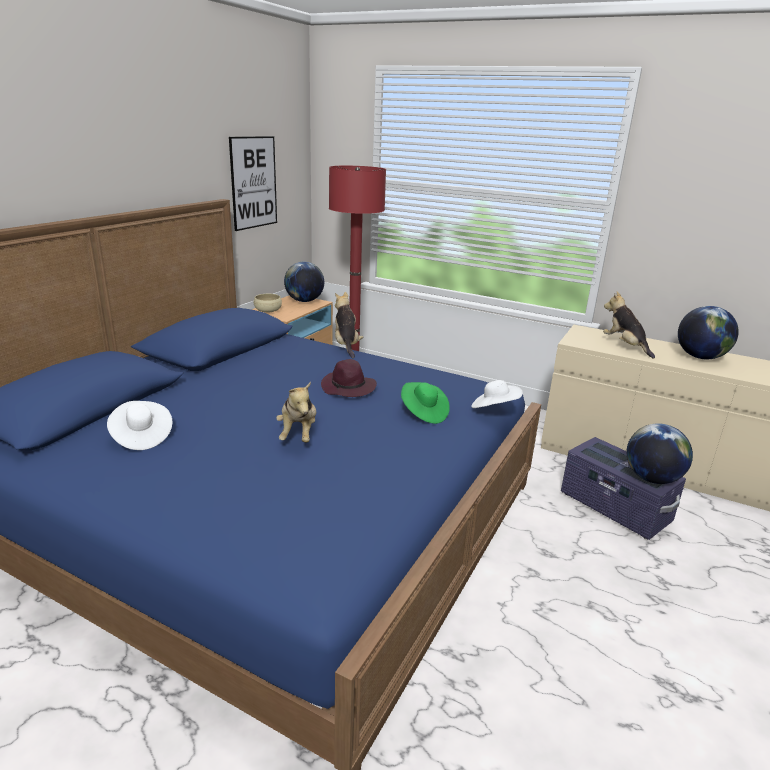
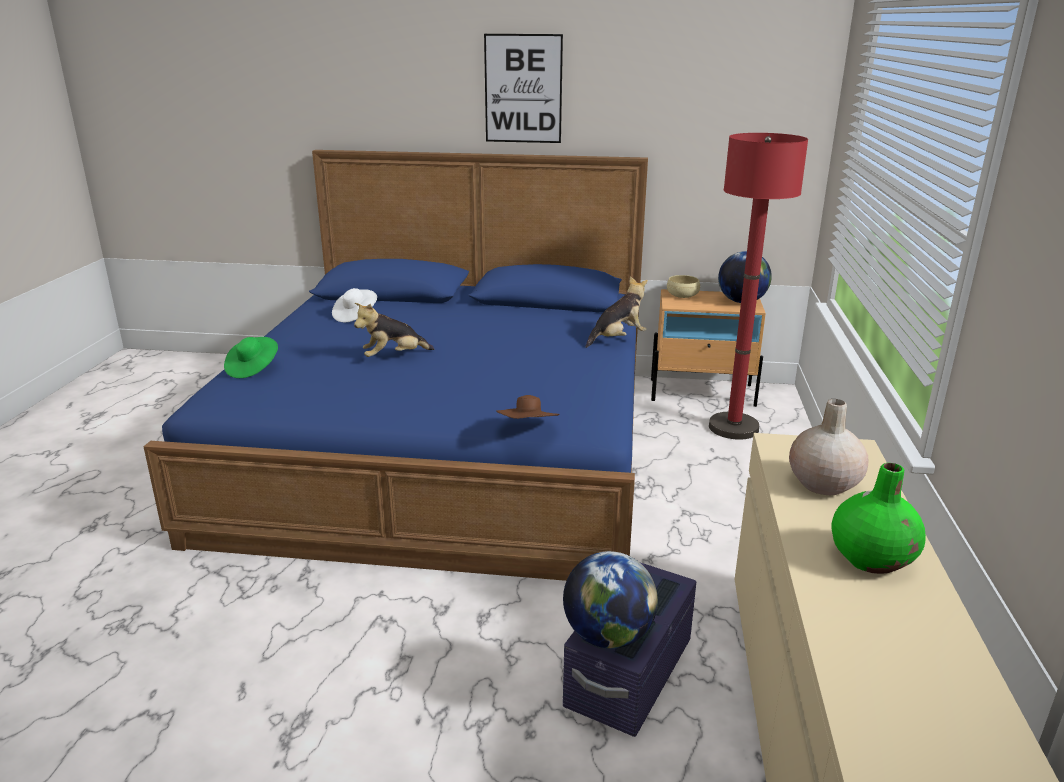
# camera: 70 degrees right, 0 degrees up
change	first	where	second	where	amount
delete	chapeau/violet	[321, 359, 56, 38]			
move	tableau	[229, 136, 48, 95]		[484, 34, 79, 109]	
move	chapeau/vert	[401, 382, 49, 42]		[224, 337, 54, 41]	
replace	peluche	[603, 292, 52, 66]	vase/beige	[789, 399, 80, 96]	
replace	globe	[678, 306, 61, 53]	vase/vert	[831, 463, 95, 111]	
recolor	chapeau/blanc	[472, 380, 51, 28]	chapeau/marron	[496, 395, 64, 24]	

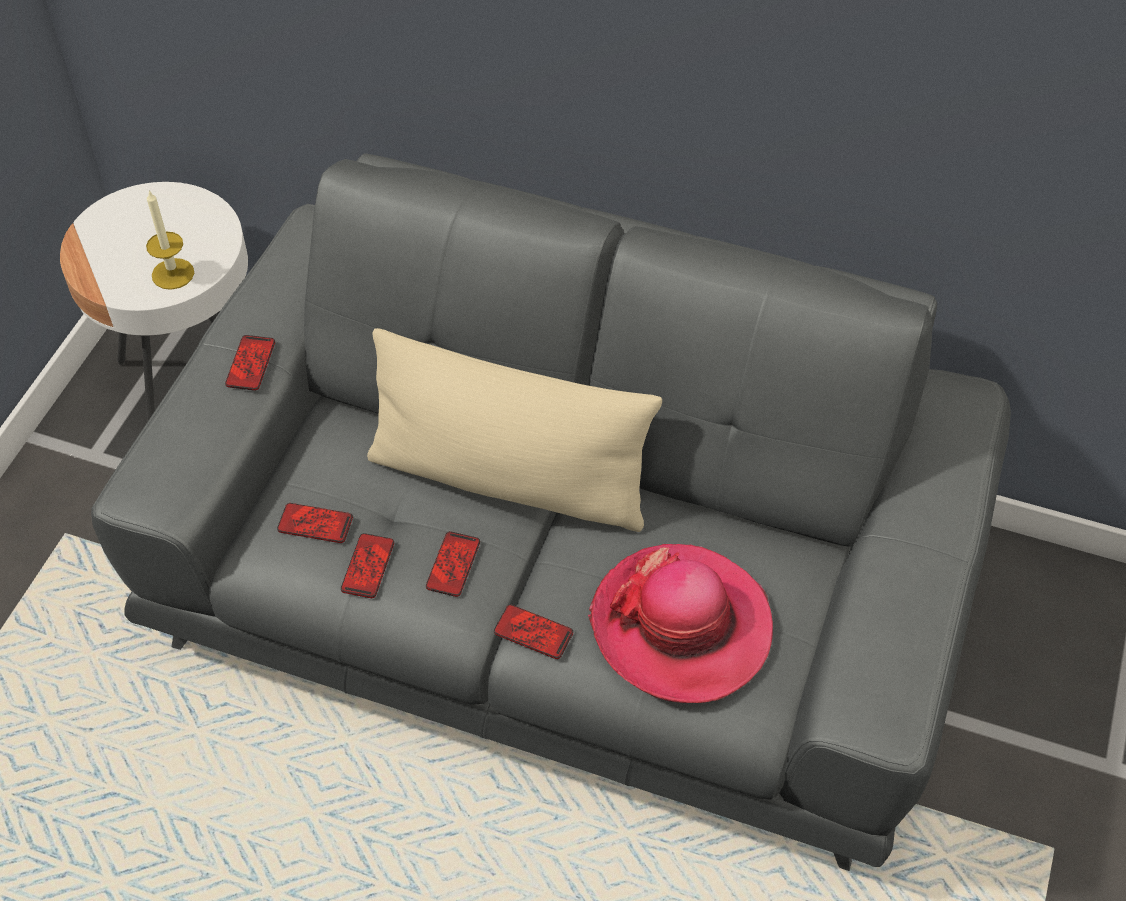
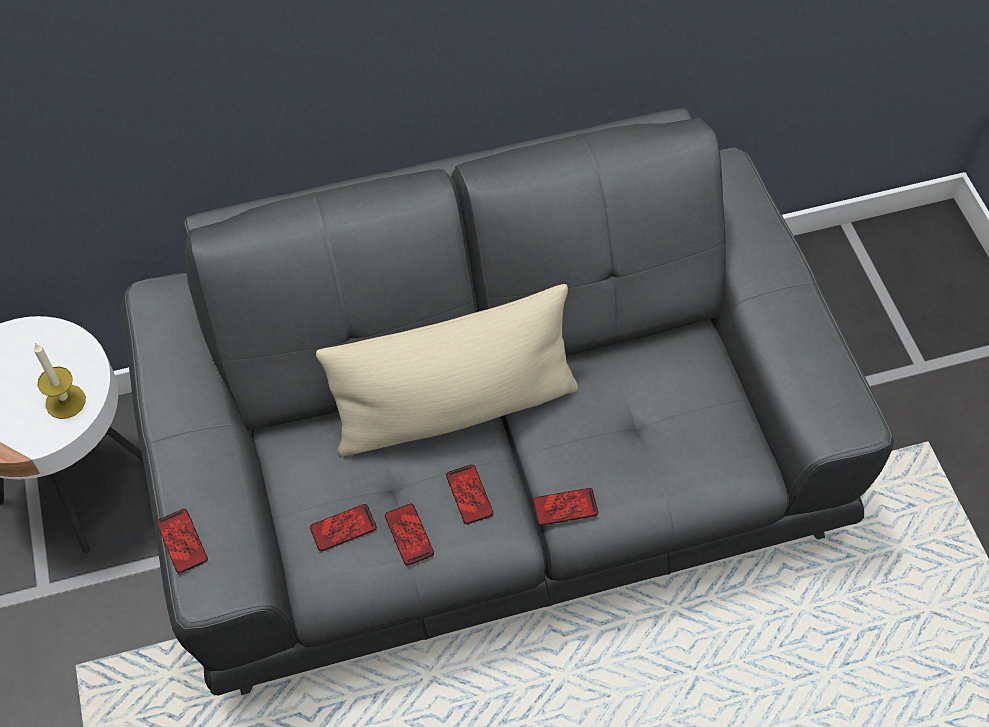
# camera: 35 degrees left, 5 degrees up
change	first	where	second	where	amount
delete	chapeau	[588, 544, 185, 159]			
move	téléphone	[225, 335, 50, 56]		[156, 509, 52, 64]	

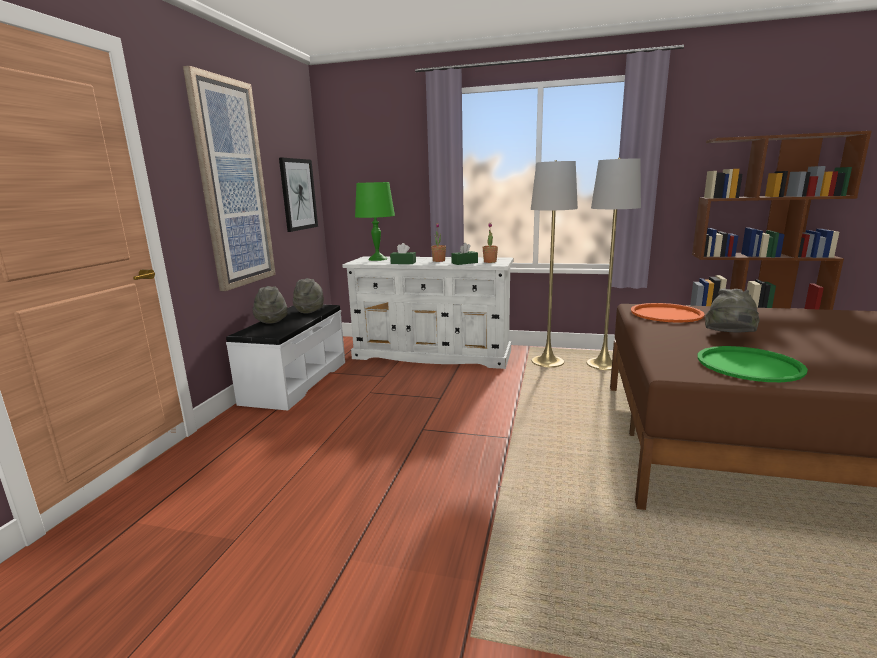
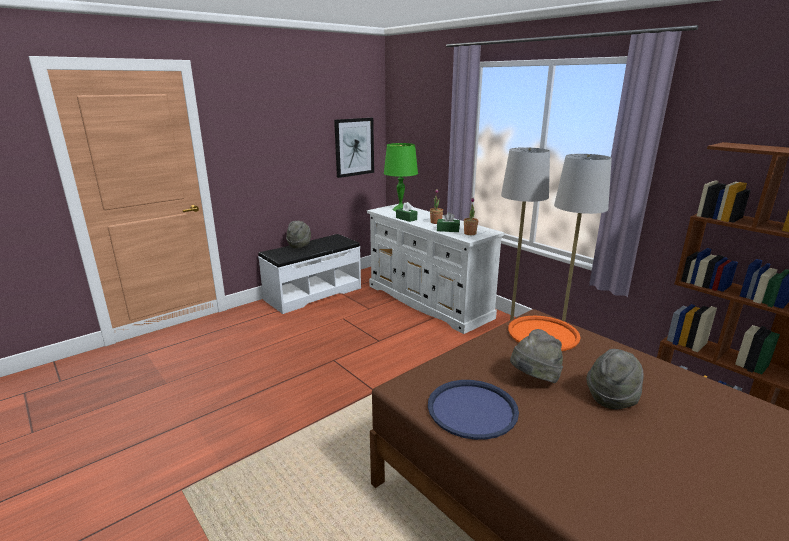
# camera: 35 degrees right, 5 degrees up
change	first	where	second	where	amount
delete	tableau	[183, 66, 93, 225]			
move	chapeau/gris	[293, 278, 31, 35]		[587, 349, 56, 60]	
recolor	plateau/vert	[698, 346, 110, 36]	plateau/bleu	[428, 380, 91, 60]	

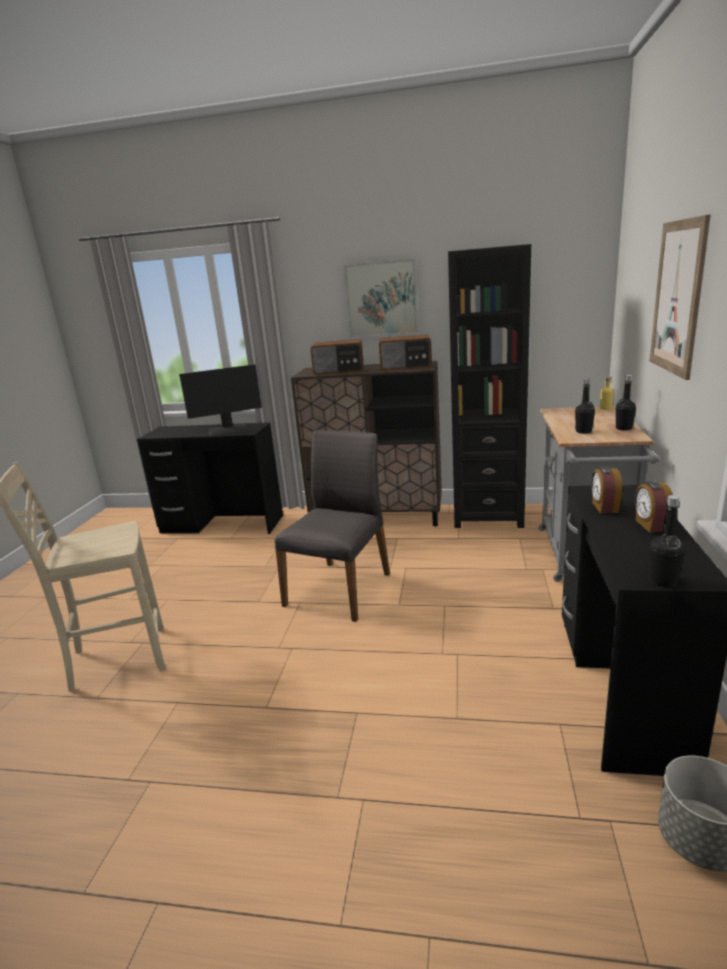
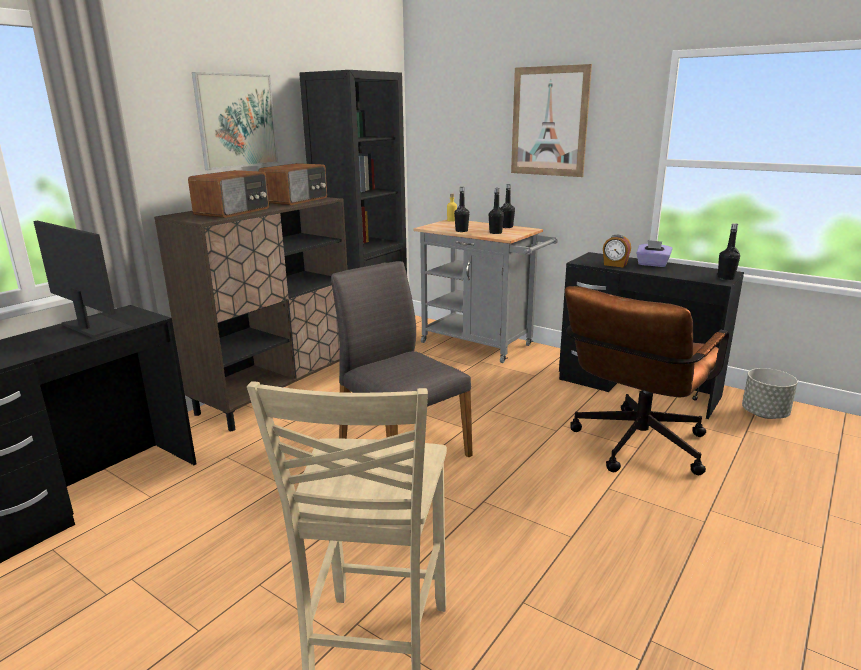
# camera: 65 degrees left, 0 degrees up
change	first	where	second	where	amount
insert			bouteille/noir	[454, 187, 15, 45]	
insert			chaise de bureau/marron	[565, 286, 164, 189]	
replace	réveil	[635, 481, 38, 52]	boîte à mouchoirs/violet	[636, 240, 36, 27]	
rotate	écran d'ordinateur	[179, 364, 83, 72]		[33, 221, 100, 117]	60 degrees counterclockwise

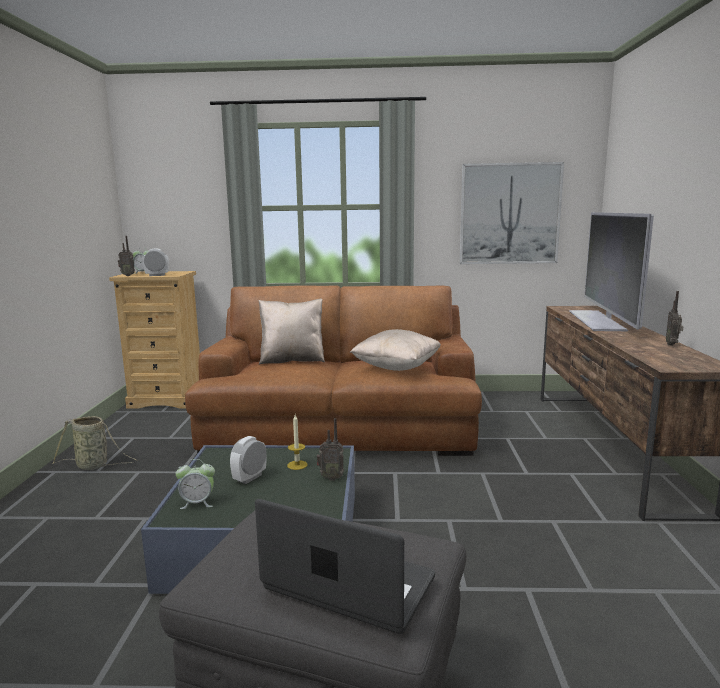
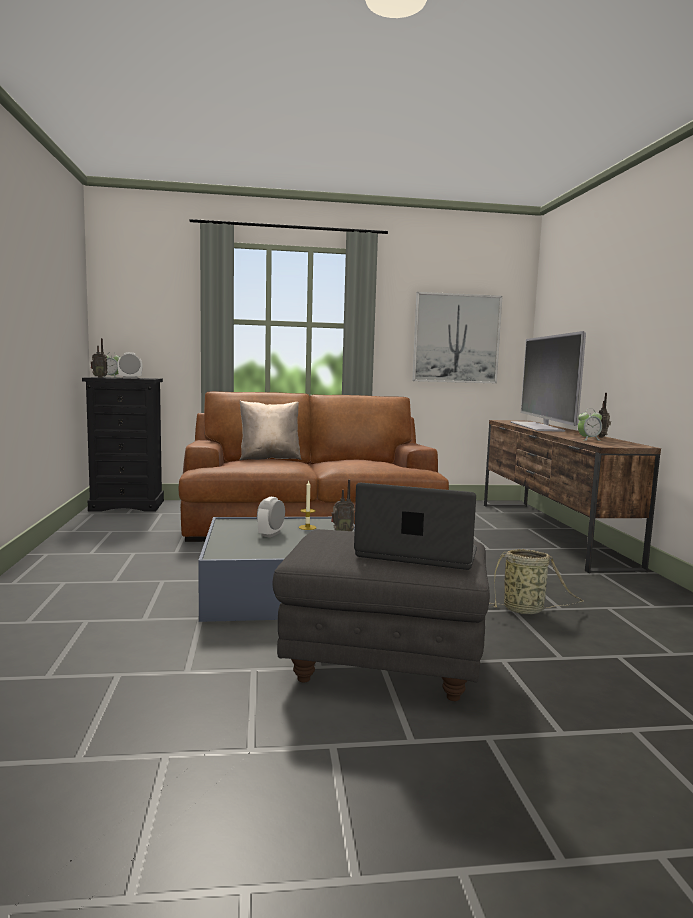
# camera: 10 degrees left, 5 degrees down
change	first	where	second	where	amount
delete	coussin/beige	[350, 329, 91, 42]			
move	panier	[52, 416, 86, 54]		[489, 549, 94, 65]	
move	réveil	[176, 459, 39, 50]		[578, 409, 24, 31]	
recolor	commode/beige	[109, 271, 91, 137]	commode/noir	[82, 377, 82, 135]	

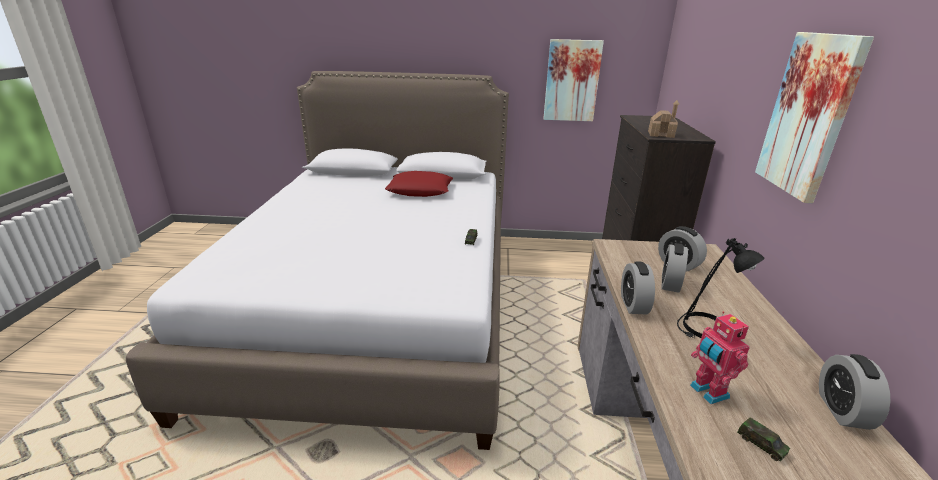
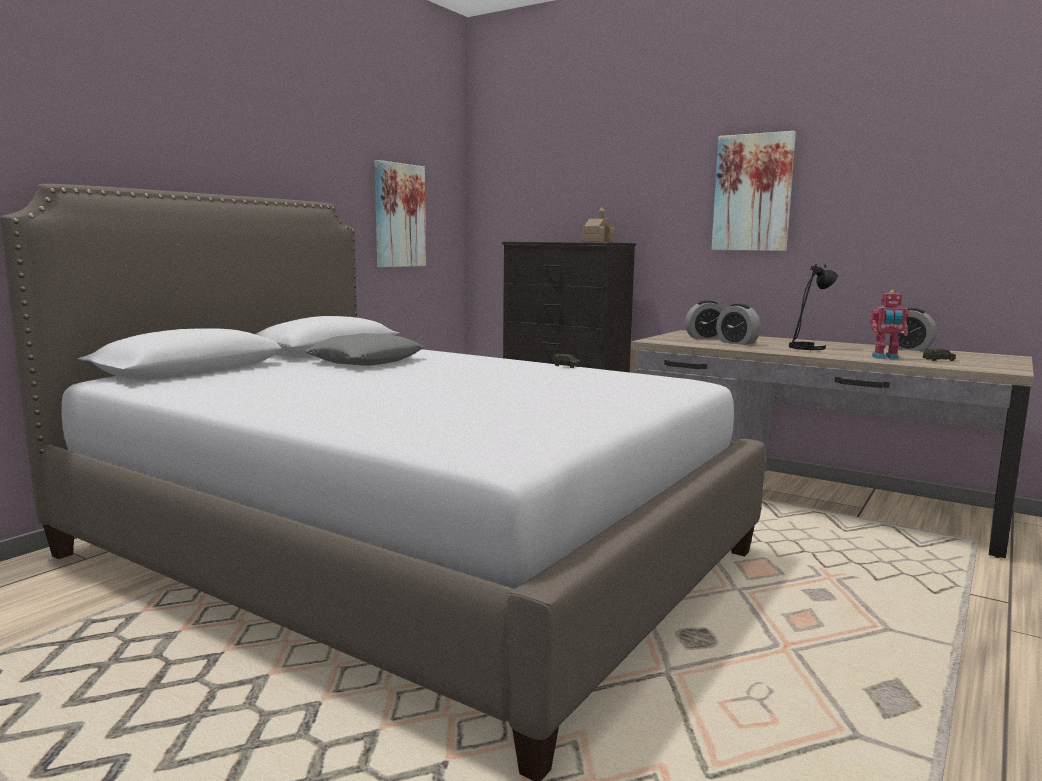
# camera: 60 degrees left, 15 degrees down
change	first	where	second	where	amount
delete	réveil	[621, 261, 34, 54]			
recolor	coussin/rouge	[385, 171, 68, 26]	coussin/gris	[305, 333, 119, 33]	

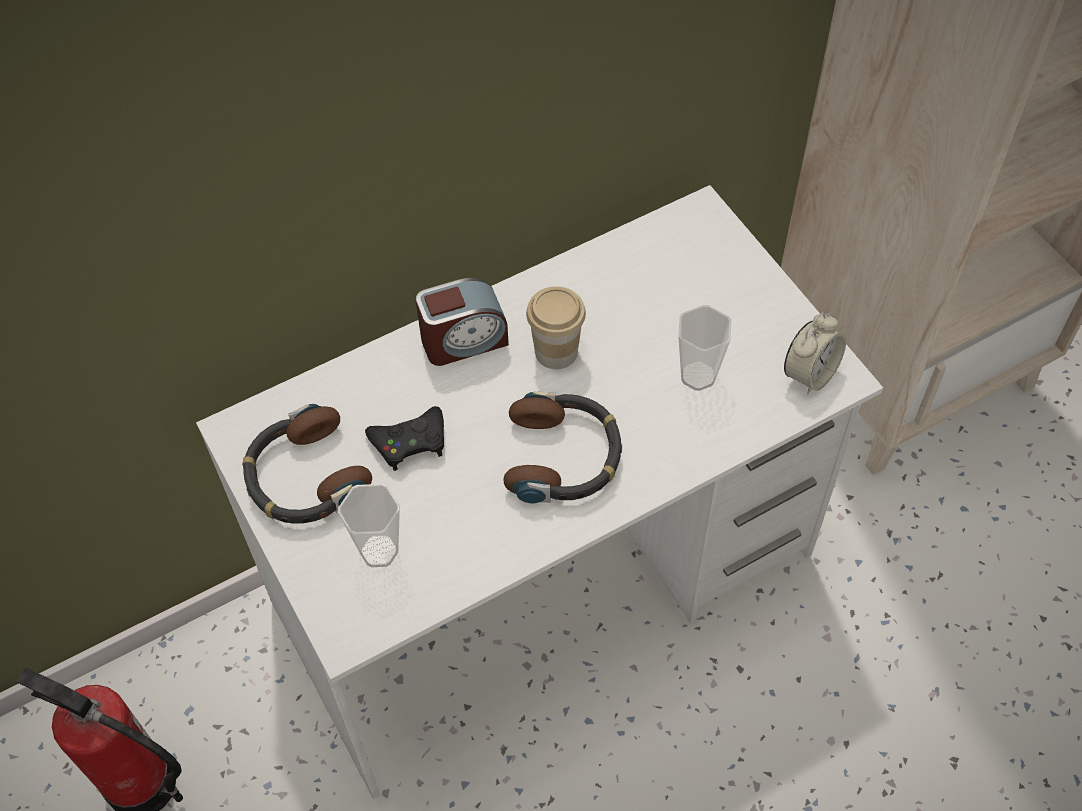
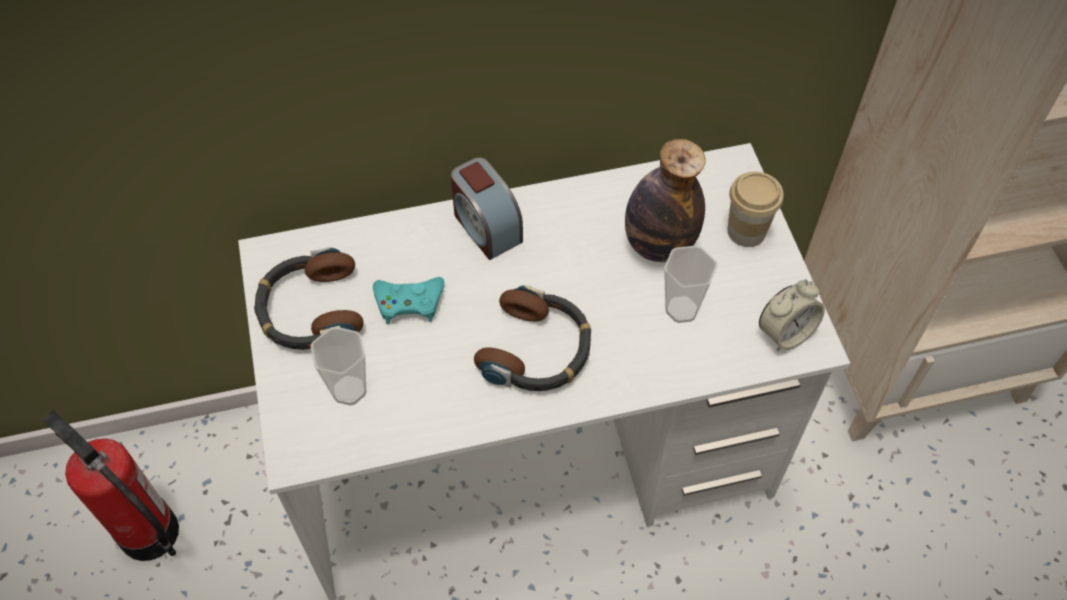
# camera: 15 degrees right, 0 degrees up
change	first	where	second	where	amount
insert			bouteille	[625, 139, 81, 123]	
move	tasse	[526, 286, 60, 83]		[727, 172, 56, 75]	
recolor	manette/noir	[365, 406, 79, 65]	manette/turquoise	[373, 277, 71, 47]	
rotate	réveil	[415, 278, 94, 88]		[451, 157, 72, 103]	60 degrees clockwise

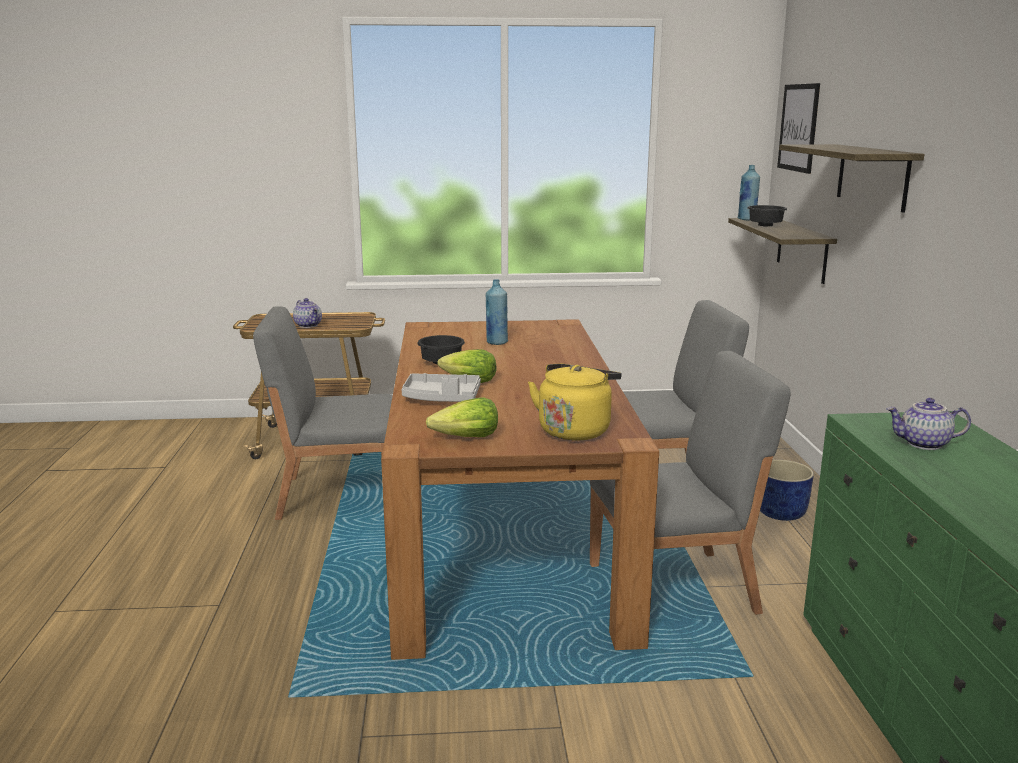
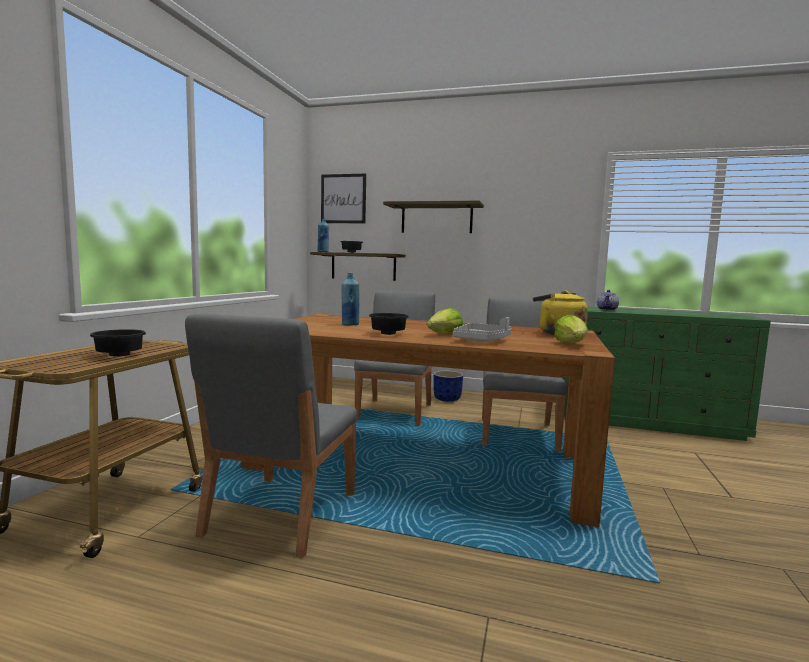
# camera: 70 degrees left, 10 degrees down
change	first	where	second	where	amount
replace	théière	[293, 298, 29, 30]	bol/noir	[90, 329, 56, 27]	

